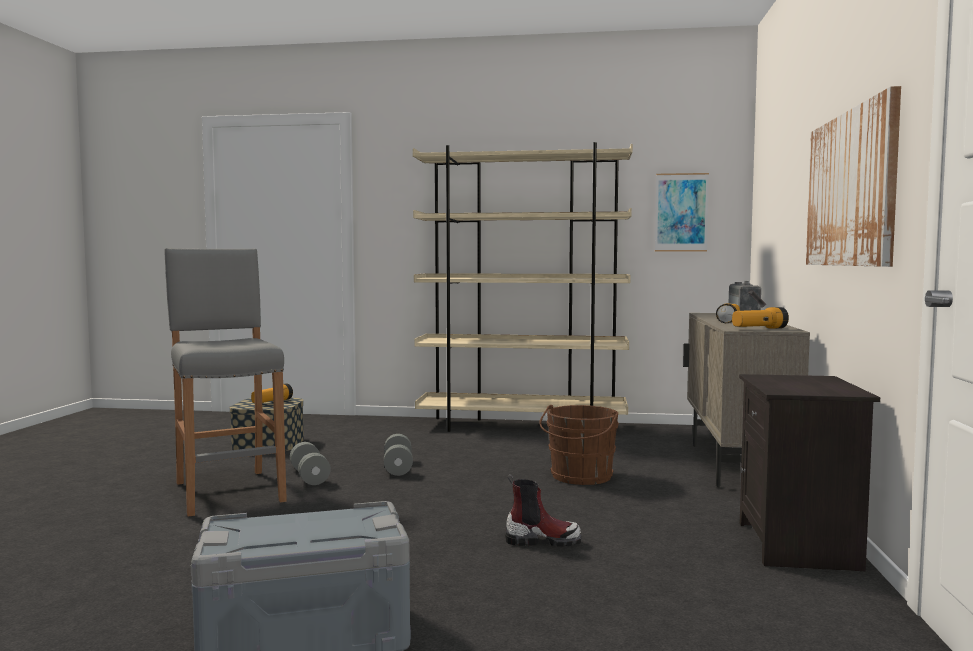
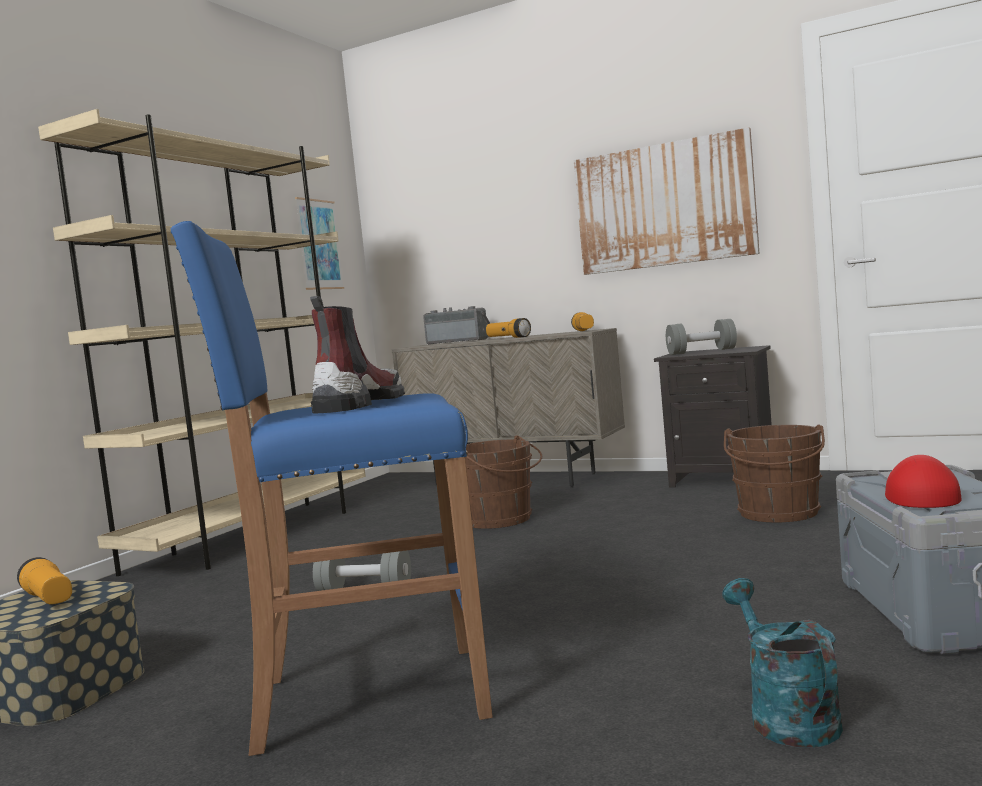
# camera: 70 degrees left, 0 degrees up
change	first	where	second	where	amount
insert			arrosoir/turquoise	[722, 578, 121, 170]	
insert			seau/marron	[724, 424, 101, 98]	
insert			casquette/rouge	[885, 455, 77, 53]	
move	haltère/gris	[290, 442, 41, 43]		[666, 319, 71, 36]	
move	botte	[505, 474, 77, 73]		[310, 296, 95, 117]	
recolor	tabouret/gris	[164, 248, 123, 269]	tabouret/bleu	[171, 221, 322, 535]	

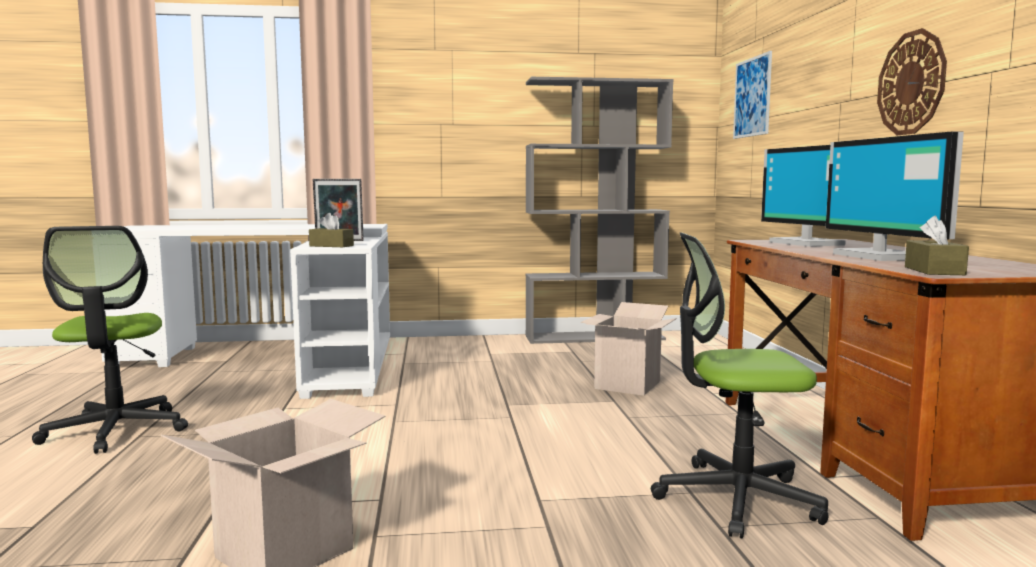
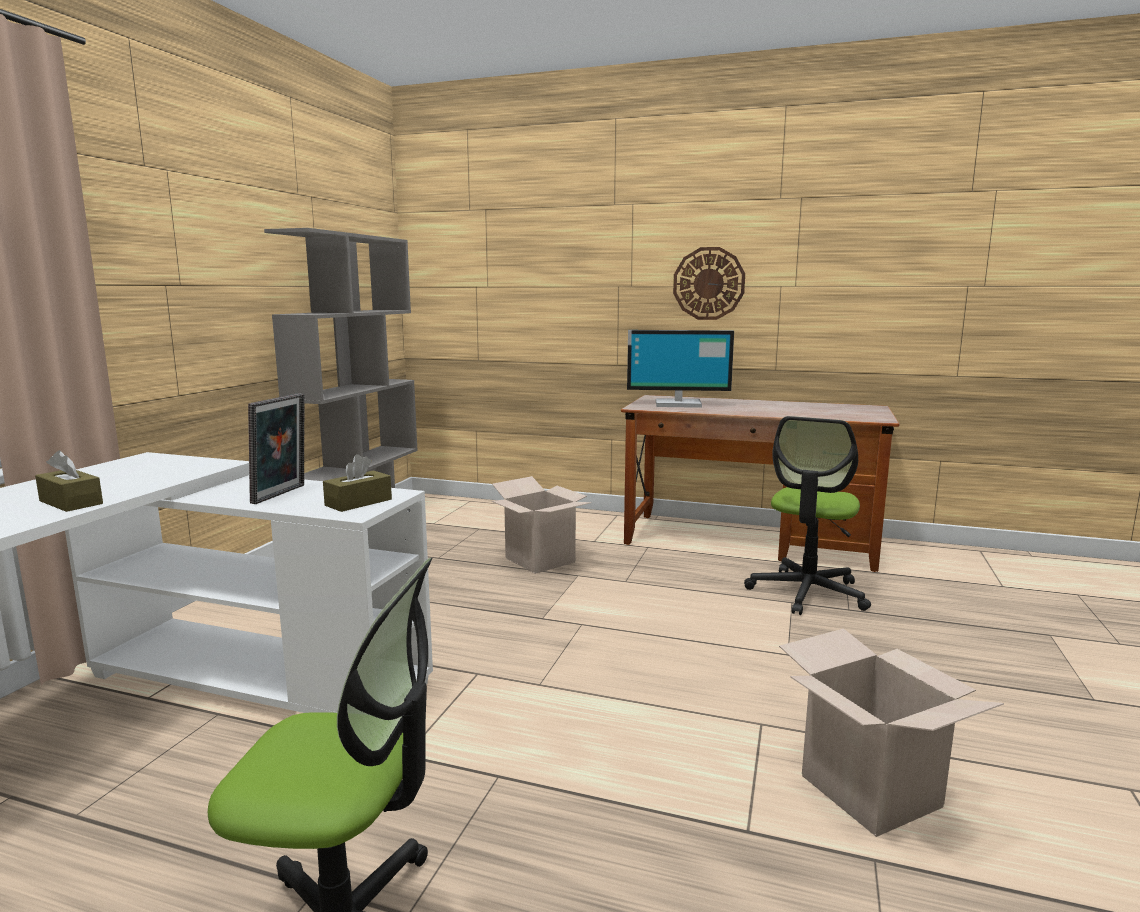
# camera: 65 degrees left, 5 degrees up
change	first	where	second	where	amount
delete	tableau	[733, 51, 39, 88]			
delete	écran d'ordinateur	[826, 131, 138, 130]			
move	boîte à mouchoirs/marron	[905, 216, 64, 59]		[35, 450, 68, 62]	

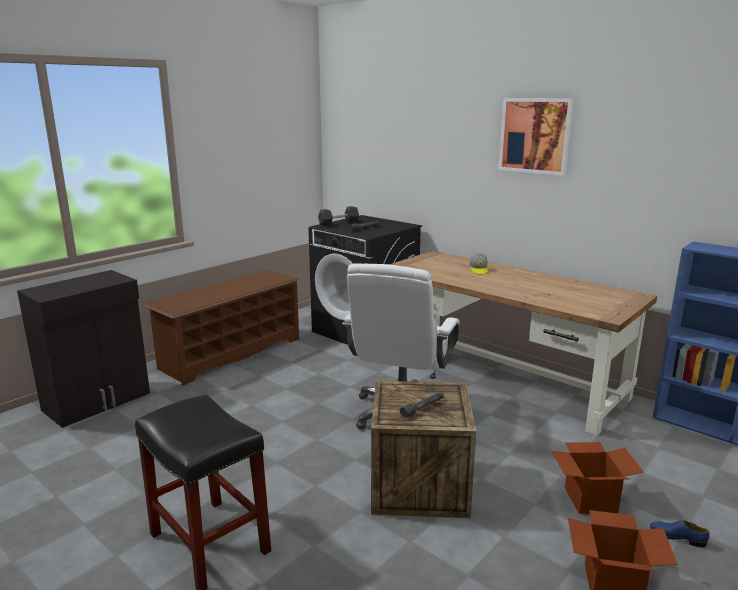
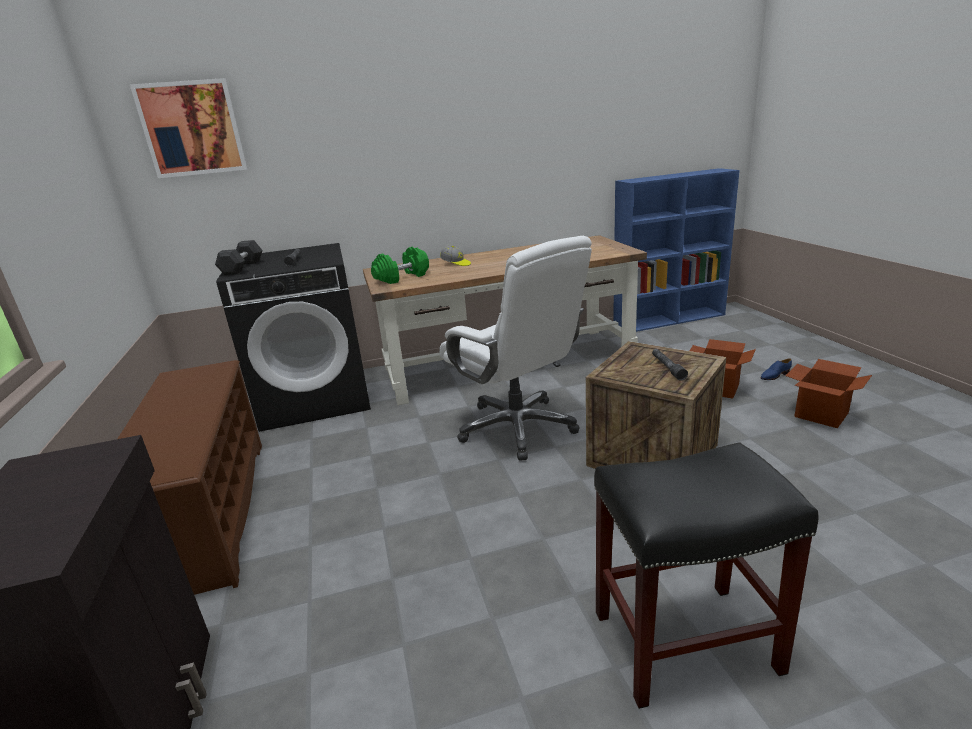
# camera: 55 degrees left, 5 degrees up
change	first	where	second	where	amount
insert			haltère/vert	[371, 247, 58, 37]	
move	tableau	[499, 98, 75, 78]		[130, 78, 117, 100]	

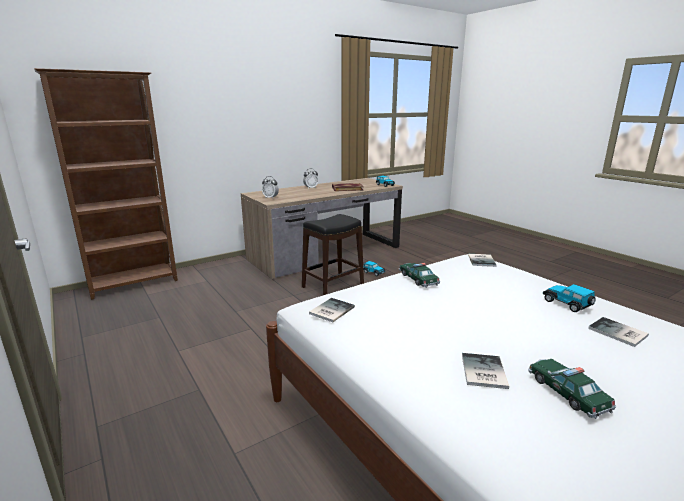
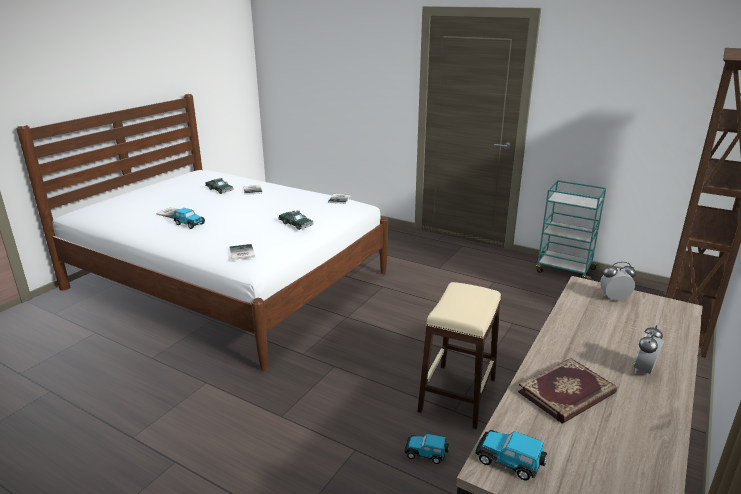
# camera: 155 degrees right, 5 degrees up
change	first	where	second	where	amount
insert			chariot/turquoise	[536, 180, 70, 100]	
recolor	tabouret/noir	[302, 214, 62, 81]	tabouret/beige	[418, 282, 83, 147]	

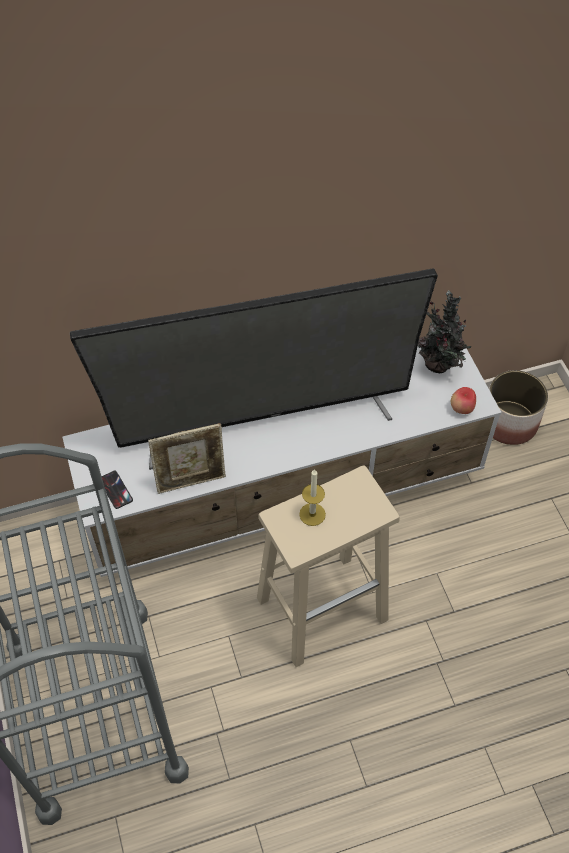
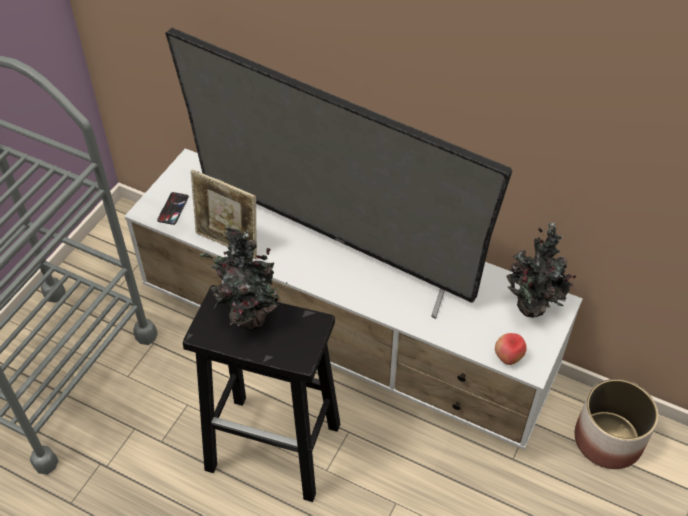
# camera: 45 degrees right, 5 degrees down
change	first	where	second	where	amount
replace	bougie	[299, 469, 27, 57]	plante en pot	[200, 226, 85, 104]	
recolor	tabouret/beige	[257, 465, 143, 202]	tabouret/noir	[183, 285, 157, 217]	

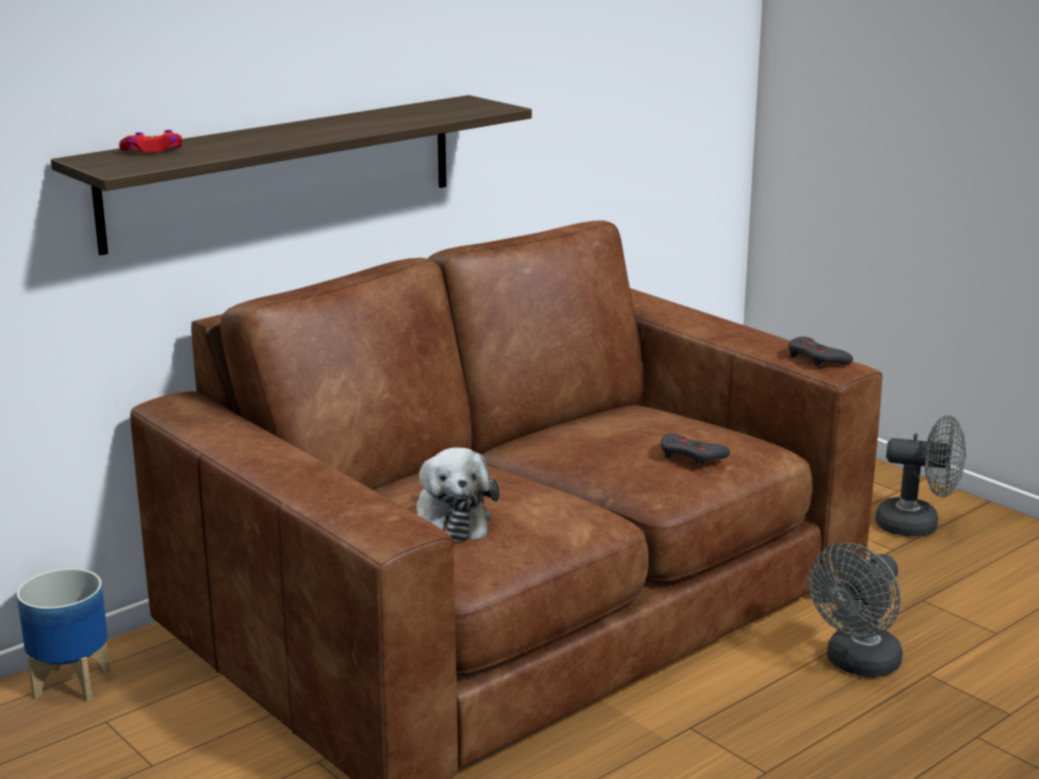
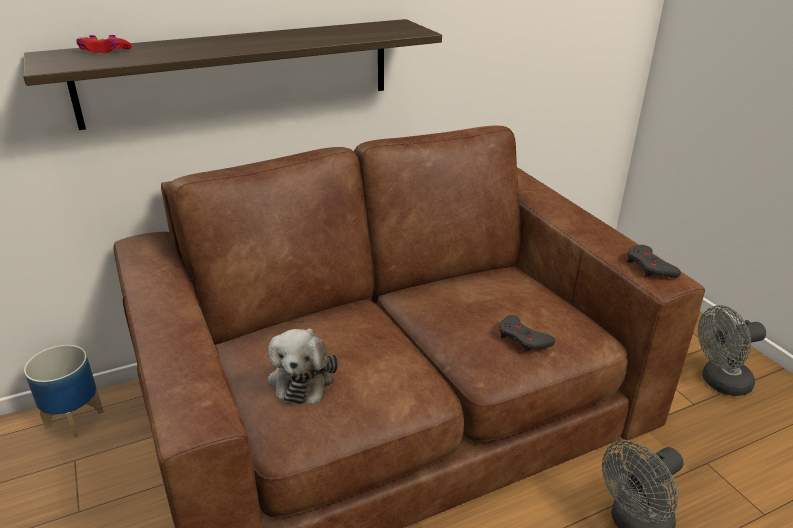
# camera: 15 degrees right, 10 degrees up
change	first	where	second	where	amount
rotate	ventilateur/gris	[876, 415, 90, 121]		[698, 305, 68, 91]	135 degrees clockwise

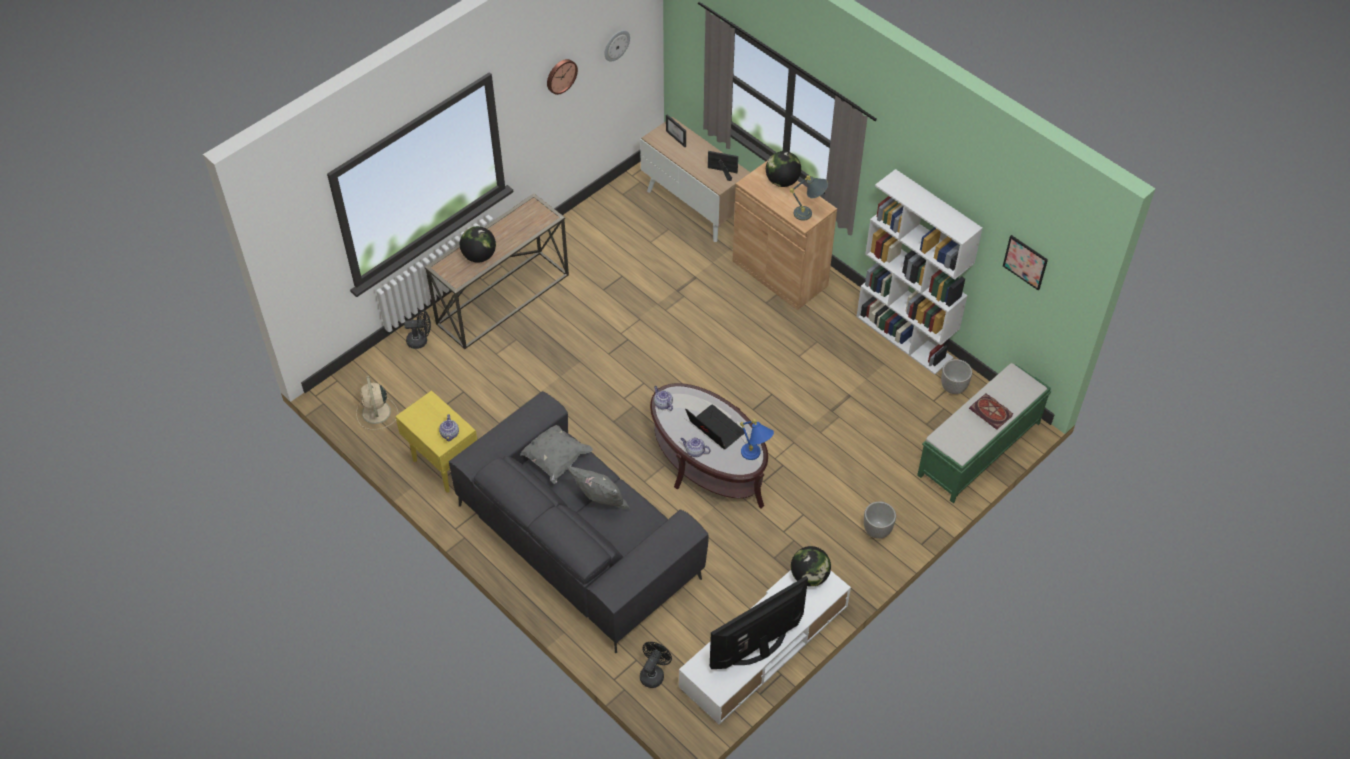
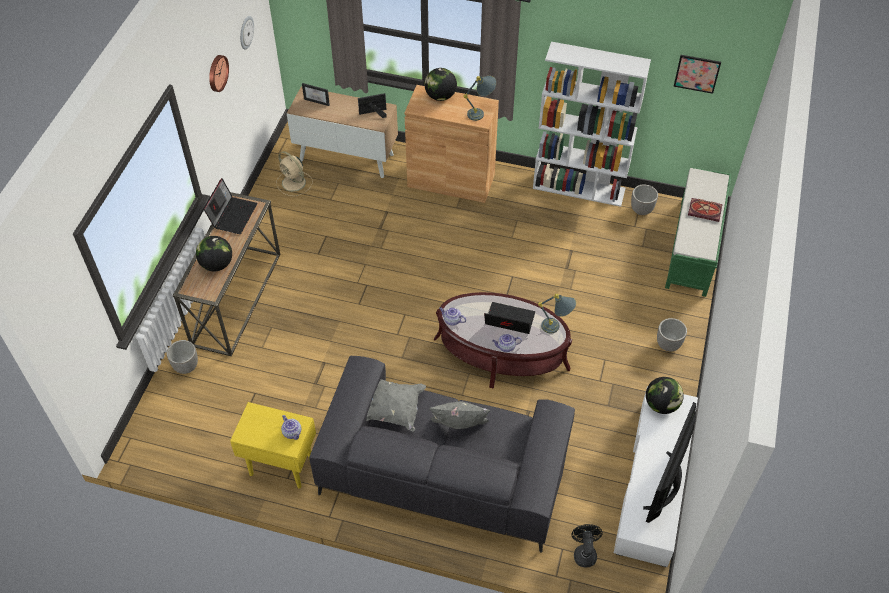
# camera: 30 degrees left, 0 degrees up
change	first	where	second	where	amount
insert			ordinateur portable	[203, 178, 54, 56]	
move	ventilateur/beige	[356, 376, 42, 54]		[276, 151, 37, 45]	
replace	ventilateur/noir	[404, 310, 27, 39]	cache-pot	[167, 340, 31, 34]	
recolor	lampe de table/bleu	[740, 419, 34, 41]	lampe de table/gris	[538, 294, 38, 40]	

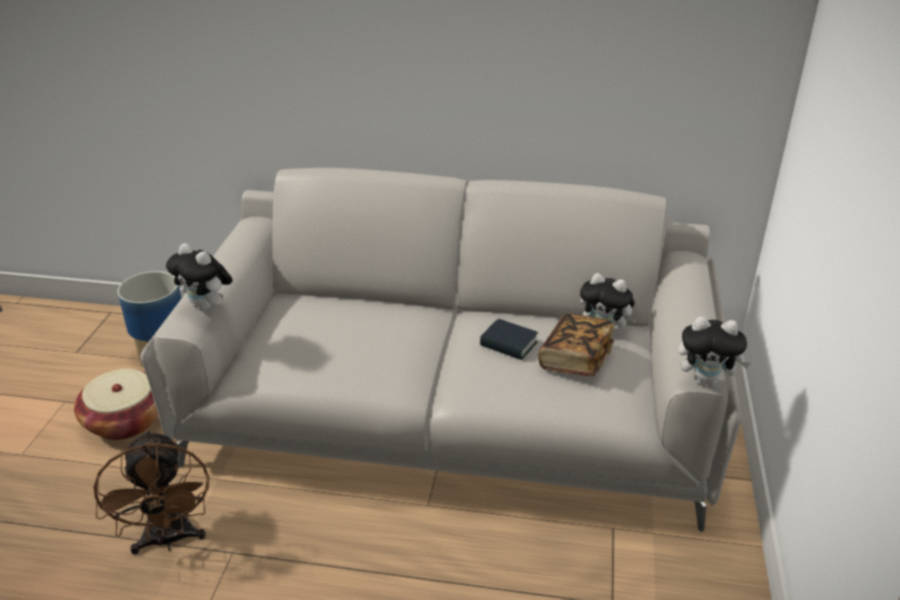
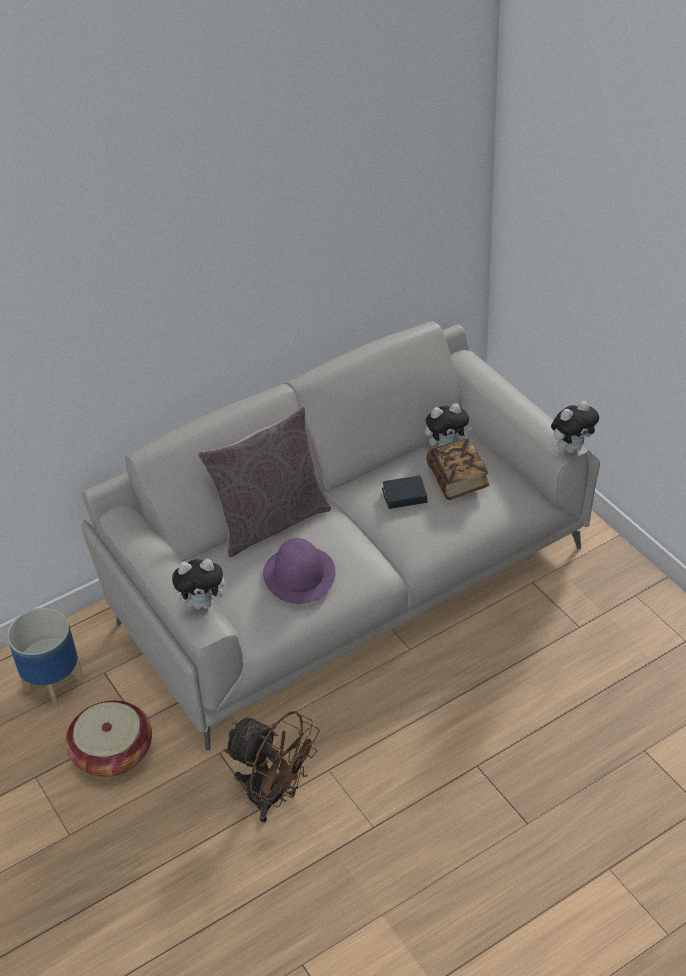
# camera: 40 degrees left, 10 degrees up
change	first	where	second	where	amount
insert			coussin/gris	[198, 407, 133, 150]	
insert			chapeau/violet	[263, 538, 73, 66]	

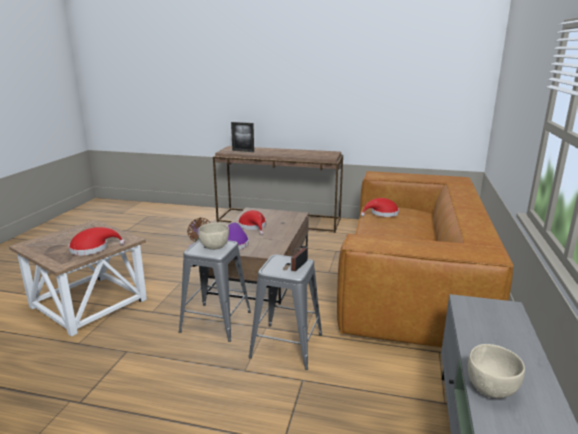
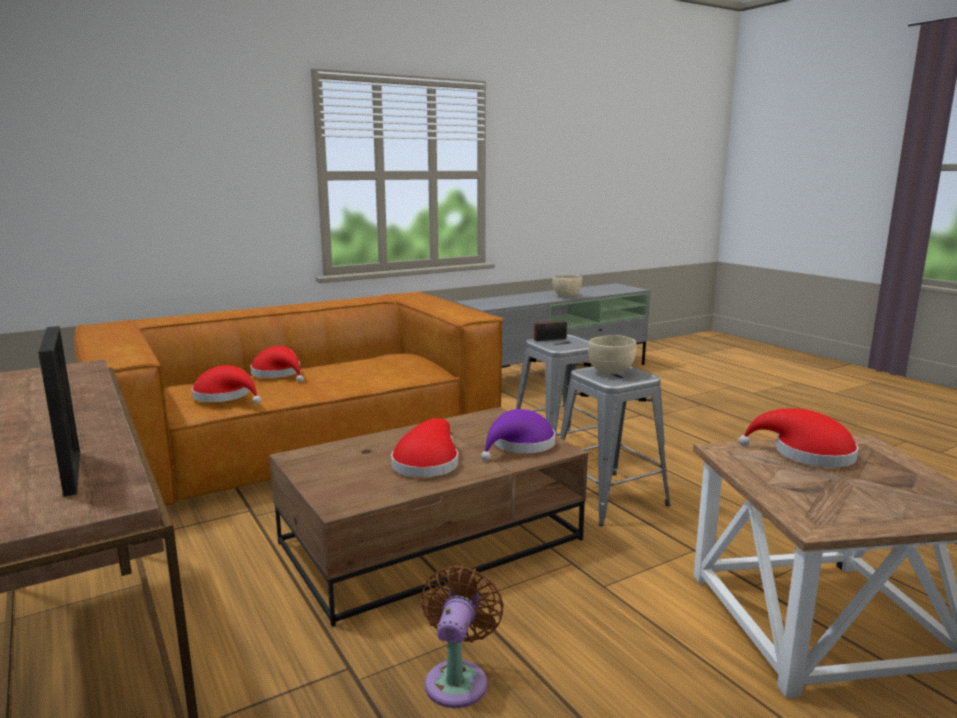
# camera: 135 degrees left, 5 degrees down
change	first	where	second	where	amount
insert			chapeau/rouge	[251, 346, 53, 37]	

